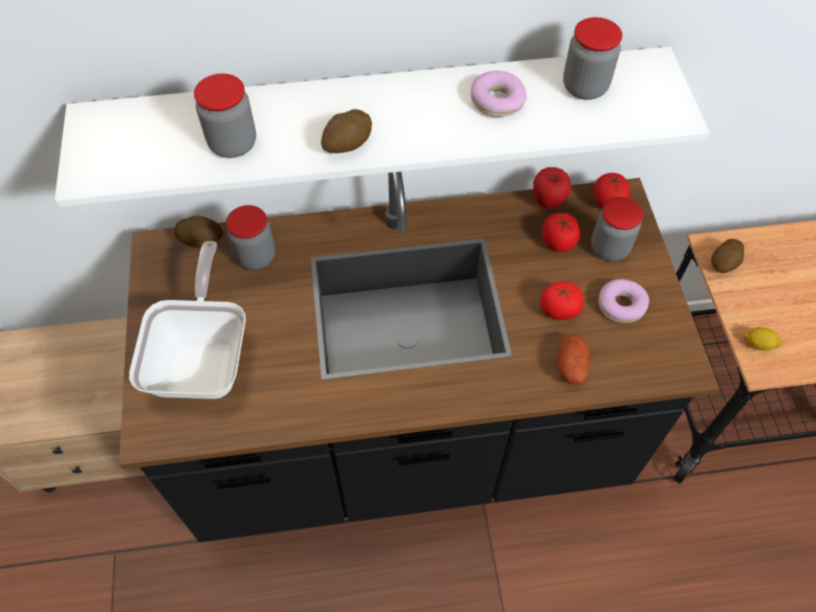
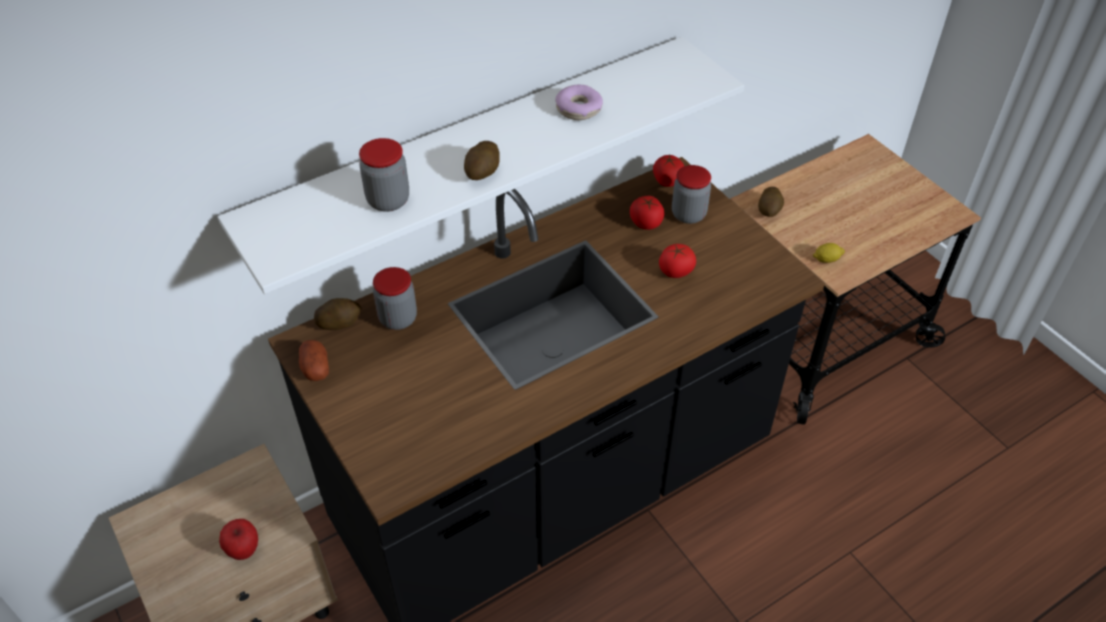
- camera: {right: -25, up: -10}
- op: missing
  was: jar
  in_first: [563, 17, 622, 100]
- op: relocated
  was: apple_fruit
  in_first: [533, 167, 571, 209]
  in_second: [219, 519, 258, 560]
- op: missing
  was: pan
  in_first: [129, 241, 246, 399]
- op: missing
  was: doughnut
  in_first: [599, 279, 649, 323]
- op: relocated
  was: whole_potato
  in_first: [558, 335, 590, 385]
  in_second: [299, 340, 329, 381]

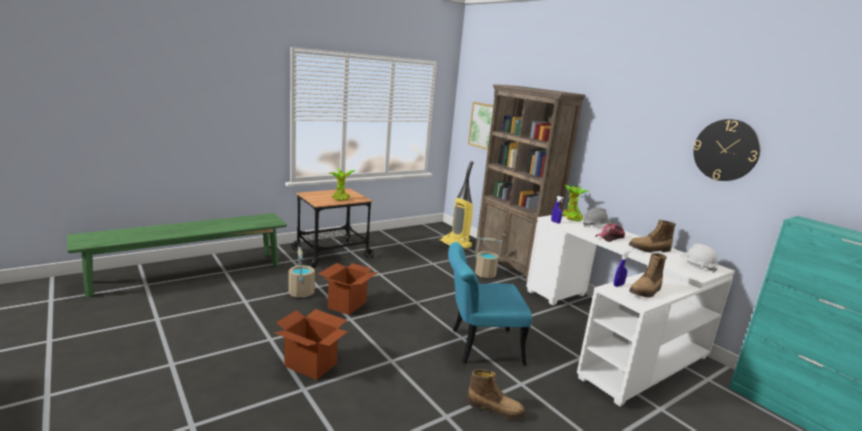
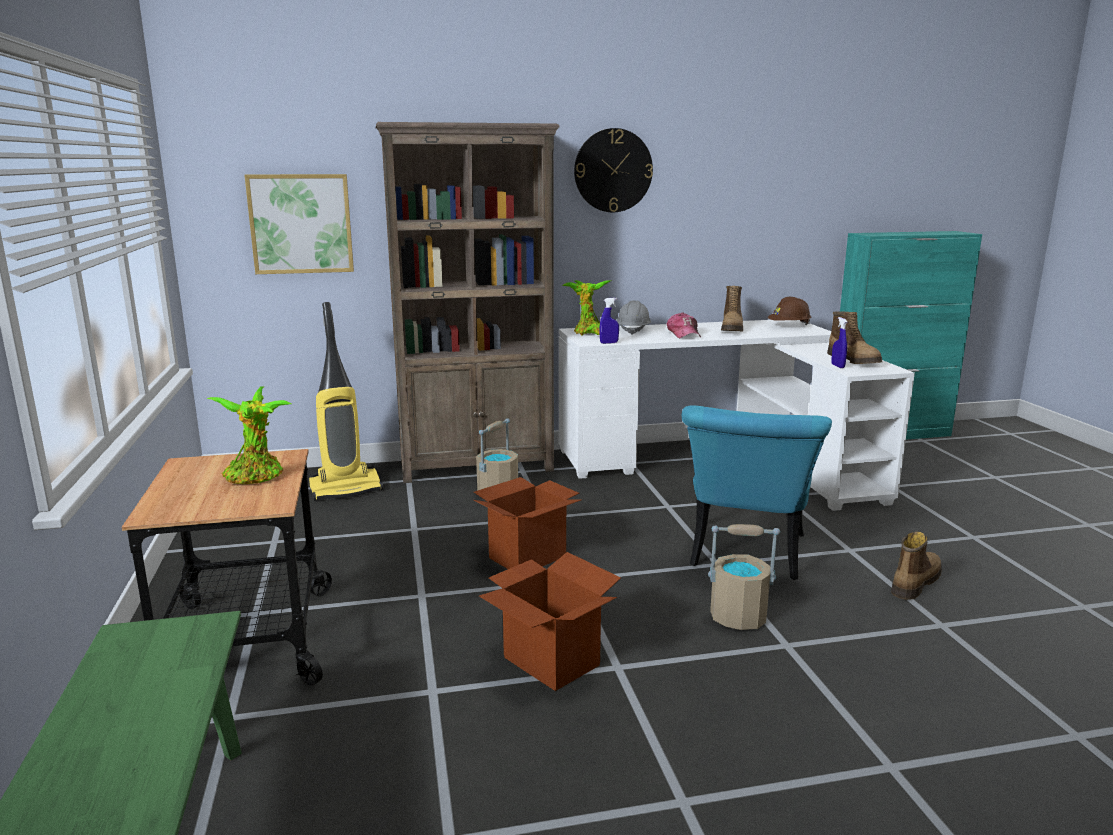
- camera: {right: -65, up: 0}
- op: relocated
  was: hanging_clock
  in_first: [693, 119, 761, 181]
  in_second: [574, 128, 653, 212]
- op: colour
  was: whitish_safety_helmet
  now: brown_safety_helmet
  in_first: [680, 244, 718, 273]
  in_second: [768, 297, 812, 325]
- op: relocated
  was: sand-coloured_bucket
  in_first: [289, 247, 315, 298]
  in_second: [708, 524, 780, 630]
- op: relocated
  was: carton
  in_first: [275, 309, 348, 380]
  in_second: [474, 477, 581, 569]

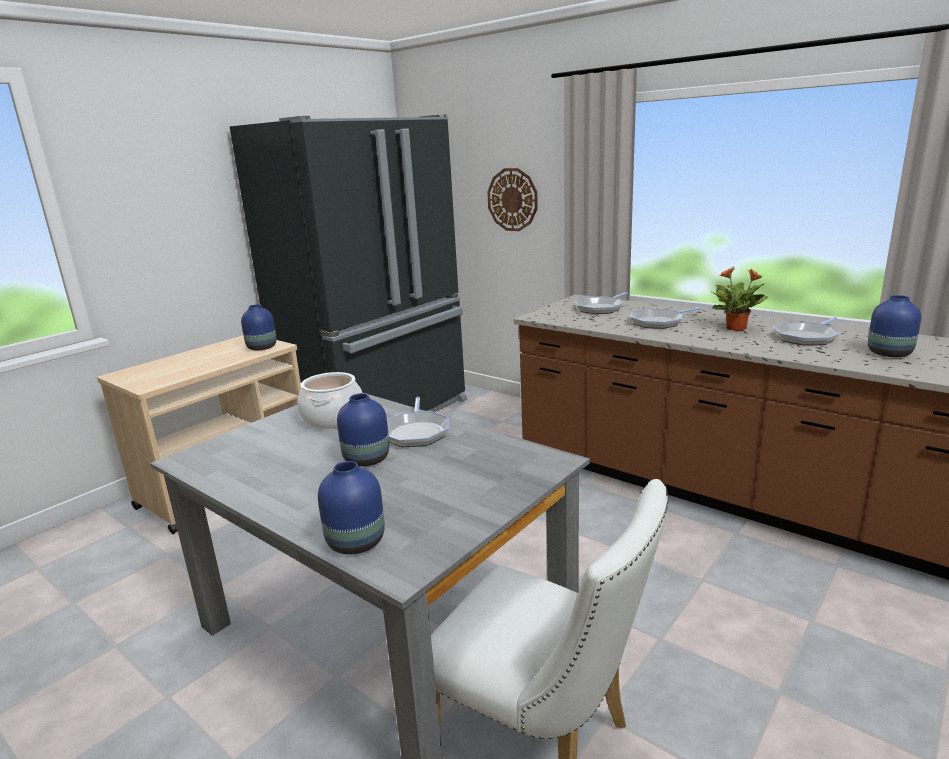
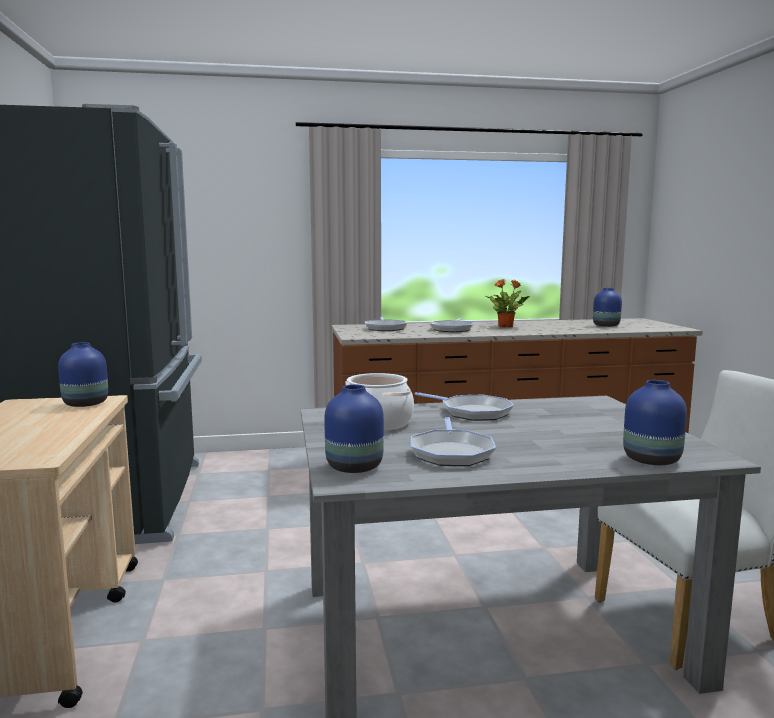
- camera: {right: -50, up: -10}
- op: missing
  was: hanging_clock
  in_first: [487, 168, 538, 231]
- op: relocated
  was: pan
  in_first: [773, 317, 841, 346]
  in_second: [411, 417, 496, 466]
- op: relocated
  was: blue_flower_vase
  in_first: [337, 393, 389, 467]
  in_second: [324, 384, 384, 473]

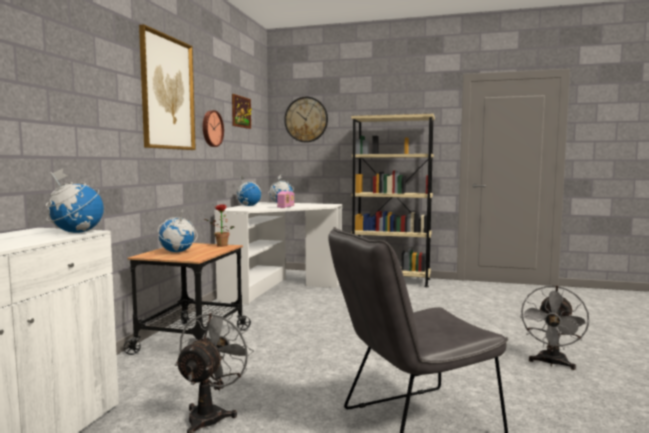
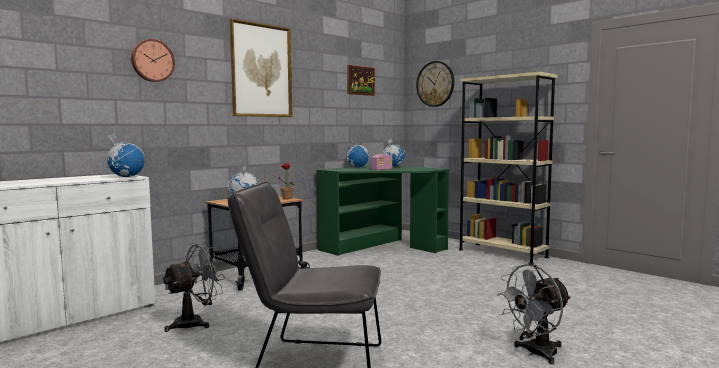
- camera: {right: 30, up: 0}
- op: relocated
  was: hanging_clock
  in_first: [203, 110, 224, 147]
  in_second: [131, 39, 175, 82]
- op: colour
  was: whitish_desk_unit
  now: greenish_desk_unit
  in_first: [215, 202, 342, 304]
  in_second: [317, 165, 449, 256]

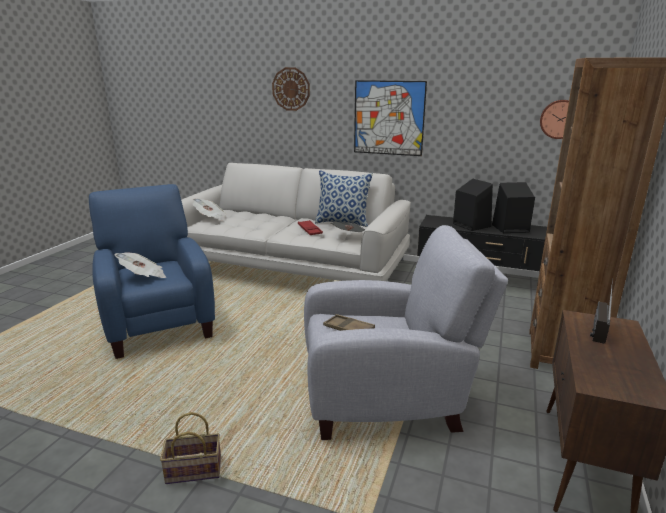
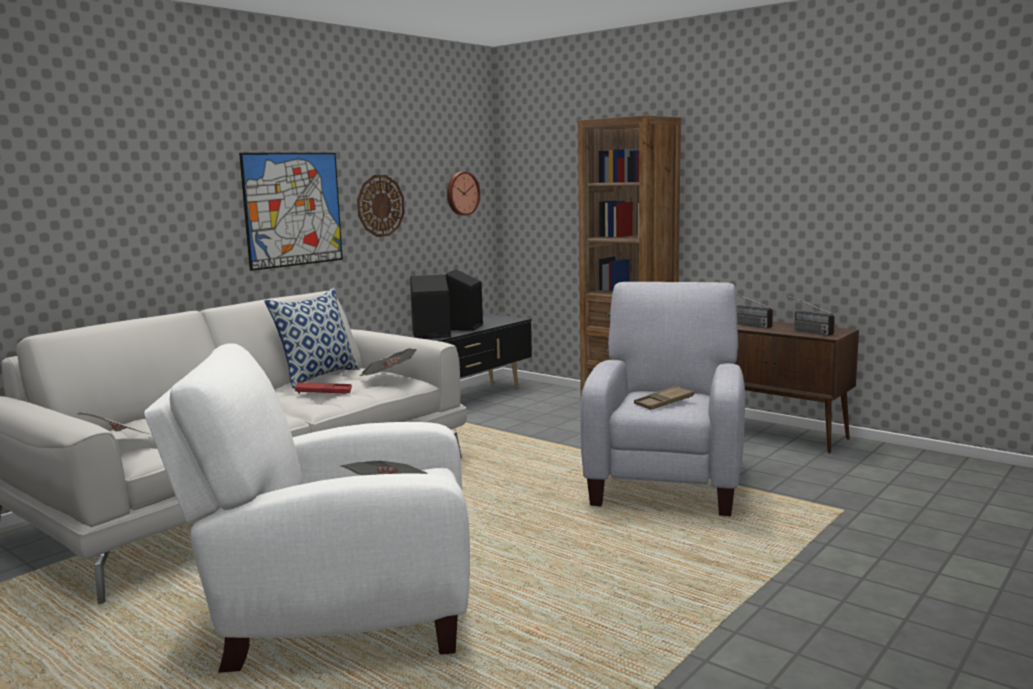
- camera: {right: -70, up: -10}
- op: relocated
  was: hanging_clock
  in_first: [272, 67, 310, 111]
  in_second: [357, 175, 405, 237]
- op: colour
  was: blue_armchair
  now: whitish_armchair
  in_first: [89, 184, 215, 359]
  in_second: [144, 343, 470, 673]
- op: missing
  was: storage_basket
  in_first: [160, 412, 221, 484]
- op: appeared
  now: radio_receiver
  in_second: [783, 293, 835, 336]

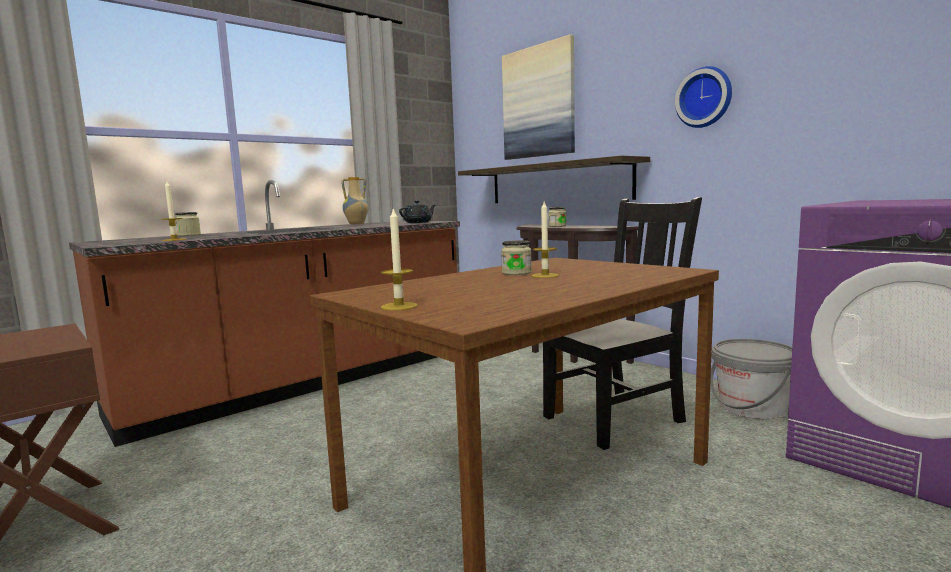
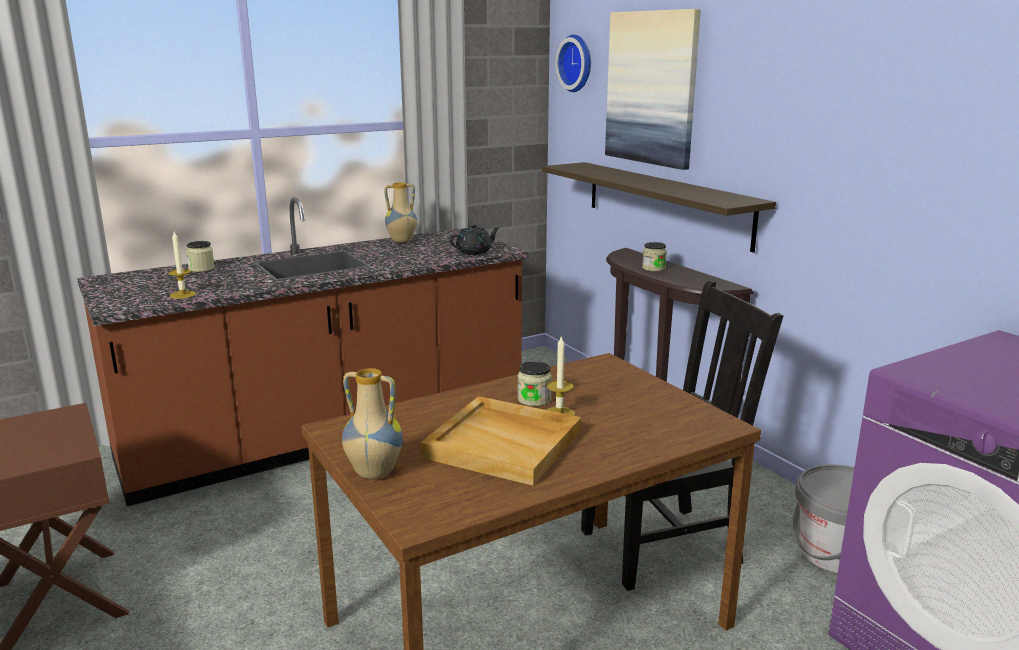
- camera: {right: 10, up: 10}
- op: relocated
  was: hanging_clock
  in_first: [675, 66, 732, 128]
  in_second: [555, 35, 591, 92]
- op: exchanged
  was: wax_light
  now: flower_vase
  in_first: [381, 208, 418, 311]
  in_second: [342, 368, 403, 479]
- op: appeared
  now: sand-coloured_carrying_tray
  in_second: [420, 396, 581, 486]

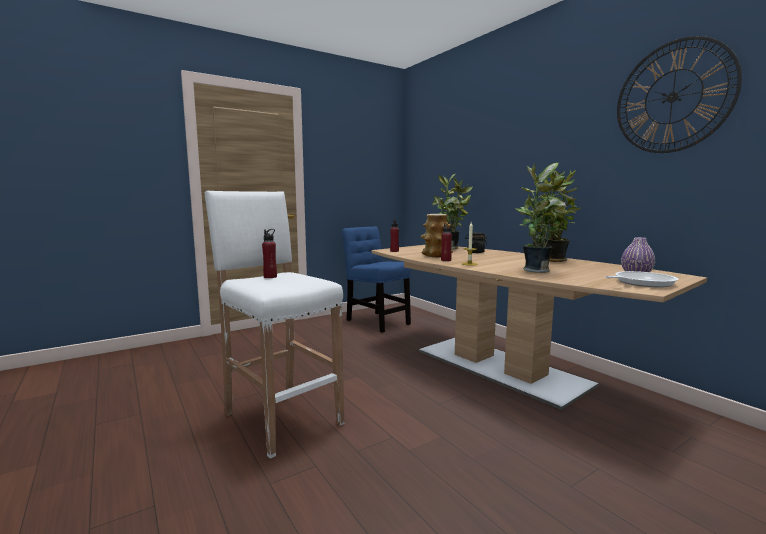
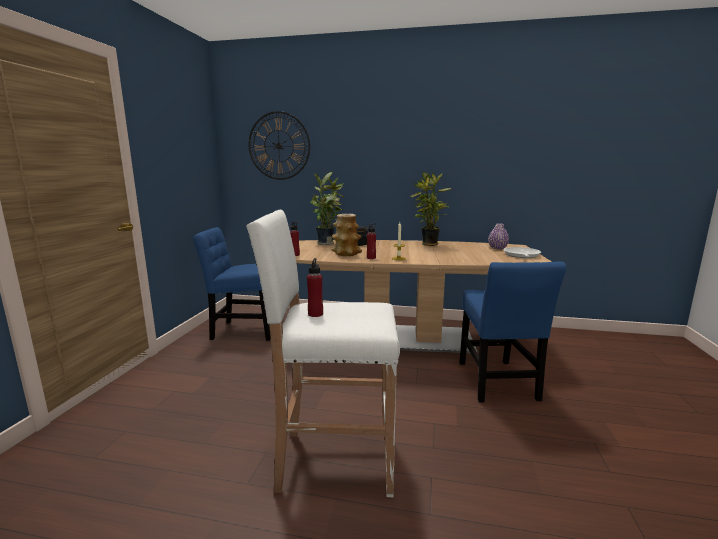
- camera: {right: -45, up: 5}
- op: relocated
  was: hanging_clock
  in_first: [617, 36, 742, 153]
  in_second: [248, 111, 310, 180]
- op: missing
  was: plant_in_a_pot
  in_first: [515, 163, 576, 273]
- op: appeared
  now: blue_chair
  in_second: [459, 262, 566, 402]

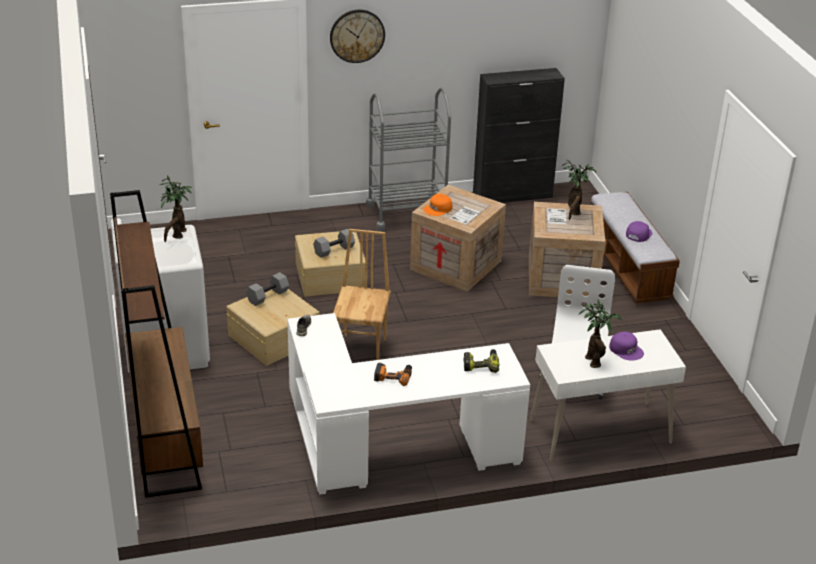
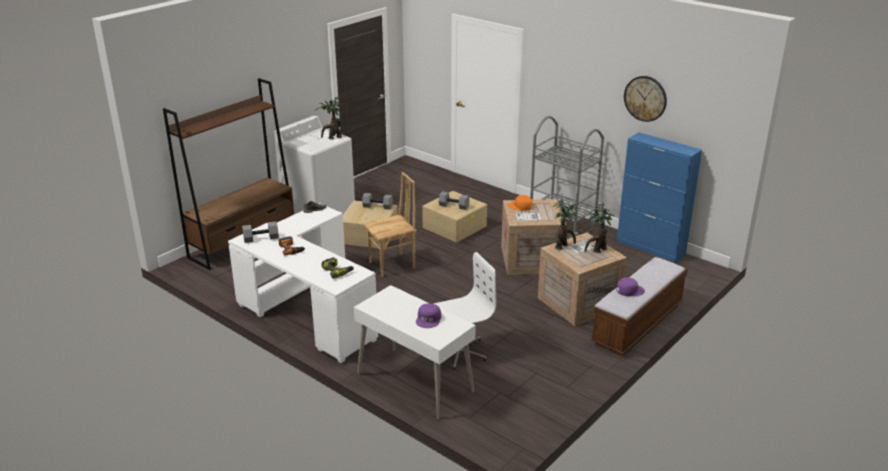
- camera: {right: 55, up: -5}
- op: relocated
  was: hanging_clock
  in_first: [330, 10, 385, 63]
  in_second: [624, 76, 667, 122]
- op: colour
  was: black_cupboard
  now: blue_cupboard
  in_first: [473, 68, 565, 203]
  in_second: [617, 132, 702, 263]
- op: relocated
  was: plant_in_a_pot
  in_first: [578, 300, 623, 368]
  in_second: [554, 199, 580, 250]
- op: appeared
  now: greyish_free_weight
  in_second: [242, 221, 279, 243]

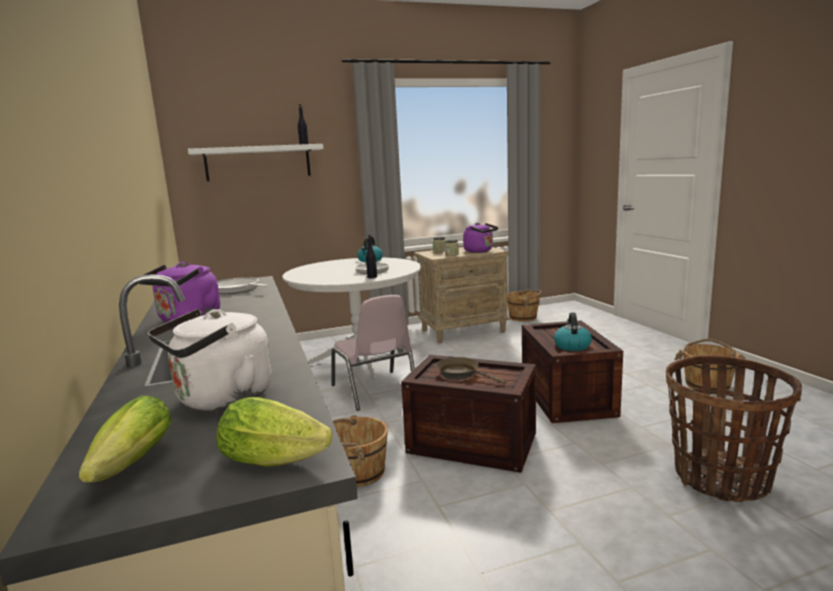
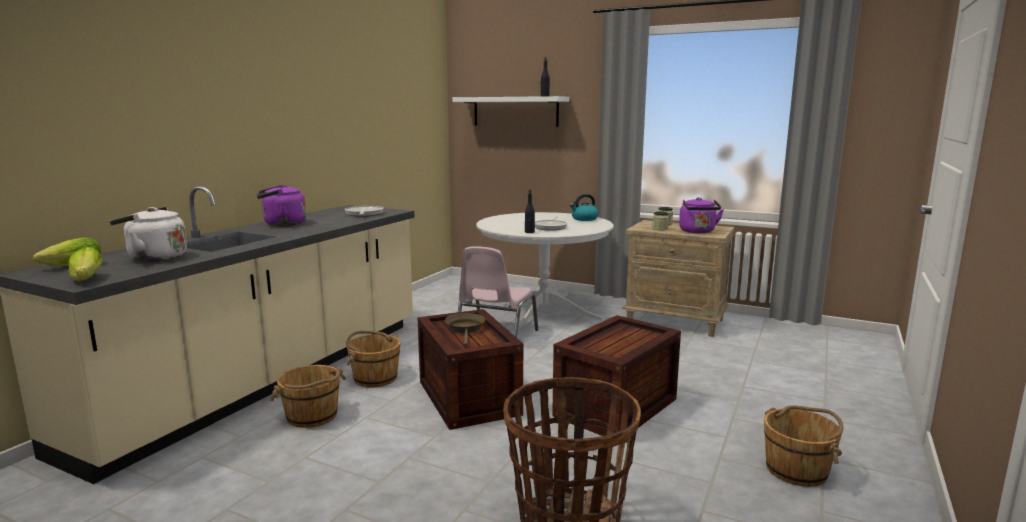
- camera: {right: 45, up: 0}
- op: relocated
  was: brown_bucket
  in_first: [507, 290, 542, 322]
  in_second: [270, 365, 346, 428]
- op: missing
  was: water_kettle
  in_first: [554, 312, 592, 351]

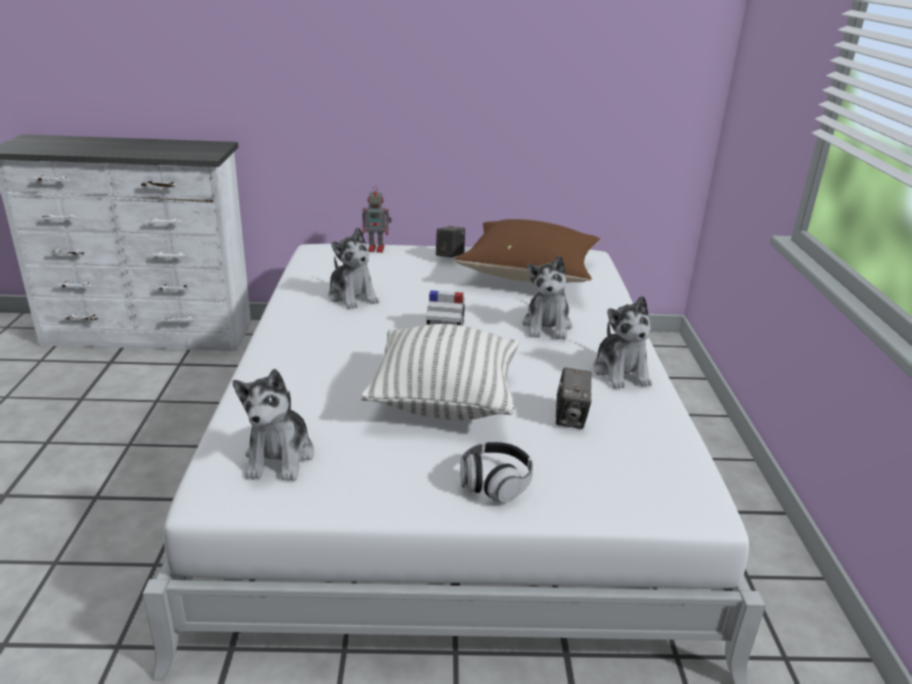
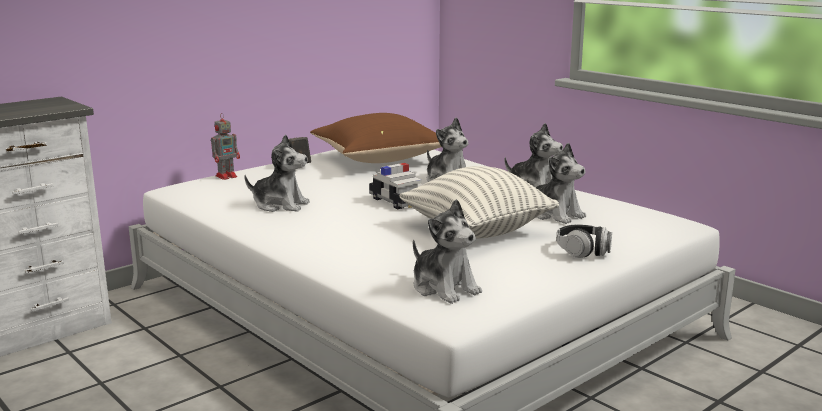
- camera: {right: -40, up: -10}
- op: exchanged
  was: photo_camera
  now: plush_toy
  in_first: [556, 368, 592, 429]
  in_second: [527, 143, 586, 224]

